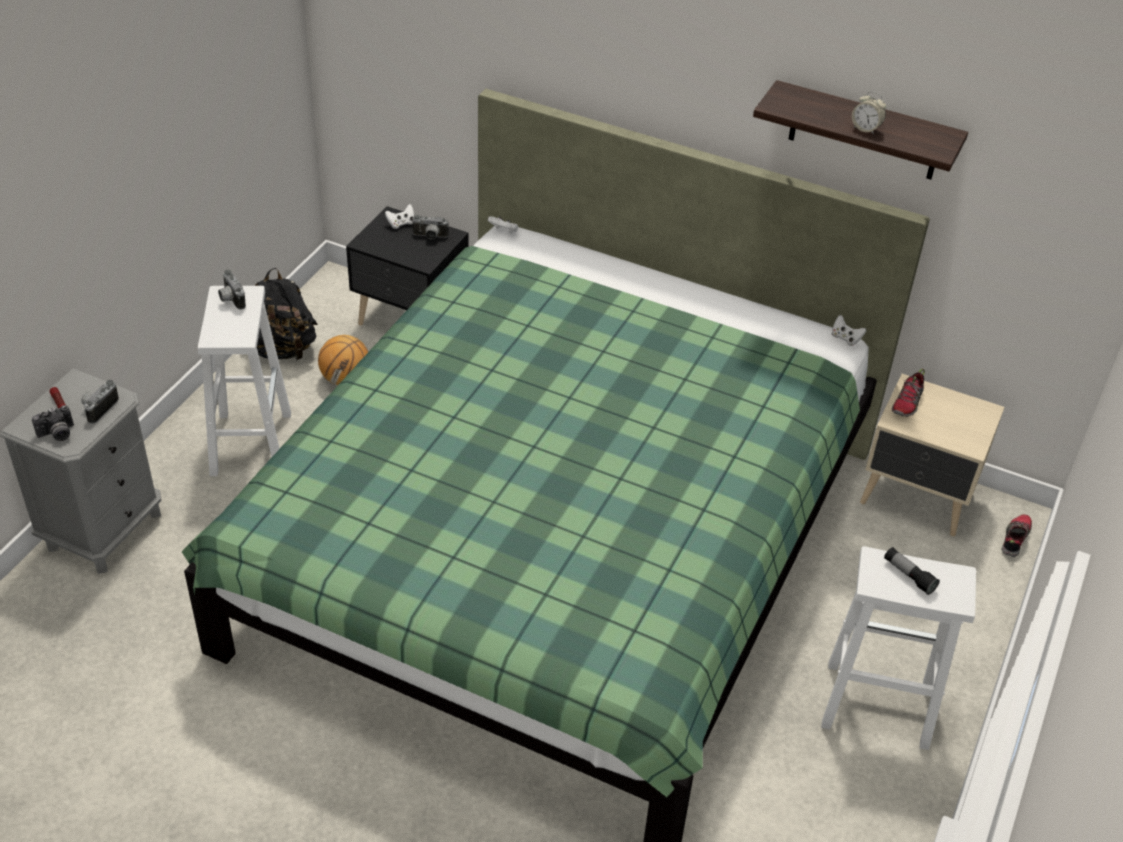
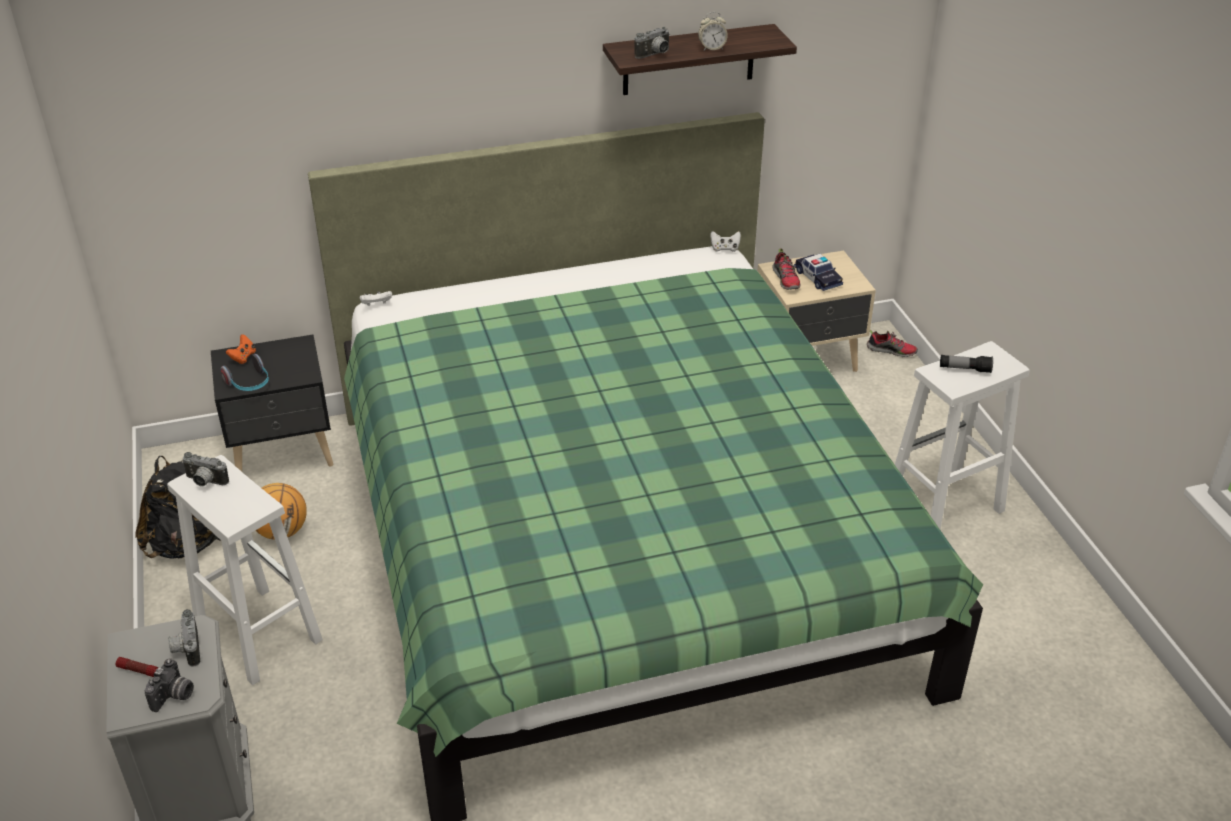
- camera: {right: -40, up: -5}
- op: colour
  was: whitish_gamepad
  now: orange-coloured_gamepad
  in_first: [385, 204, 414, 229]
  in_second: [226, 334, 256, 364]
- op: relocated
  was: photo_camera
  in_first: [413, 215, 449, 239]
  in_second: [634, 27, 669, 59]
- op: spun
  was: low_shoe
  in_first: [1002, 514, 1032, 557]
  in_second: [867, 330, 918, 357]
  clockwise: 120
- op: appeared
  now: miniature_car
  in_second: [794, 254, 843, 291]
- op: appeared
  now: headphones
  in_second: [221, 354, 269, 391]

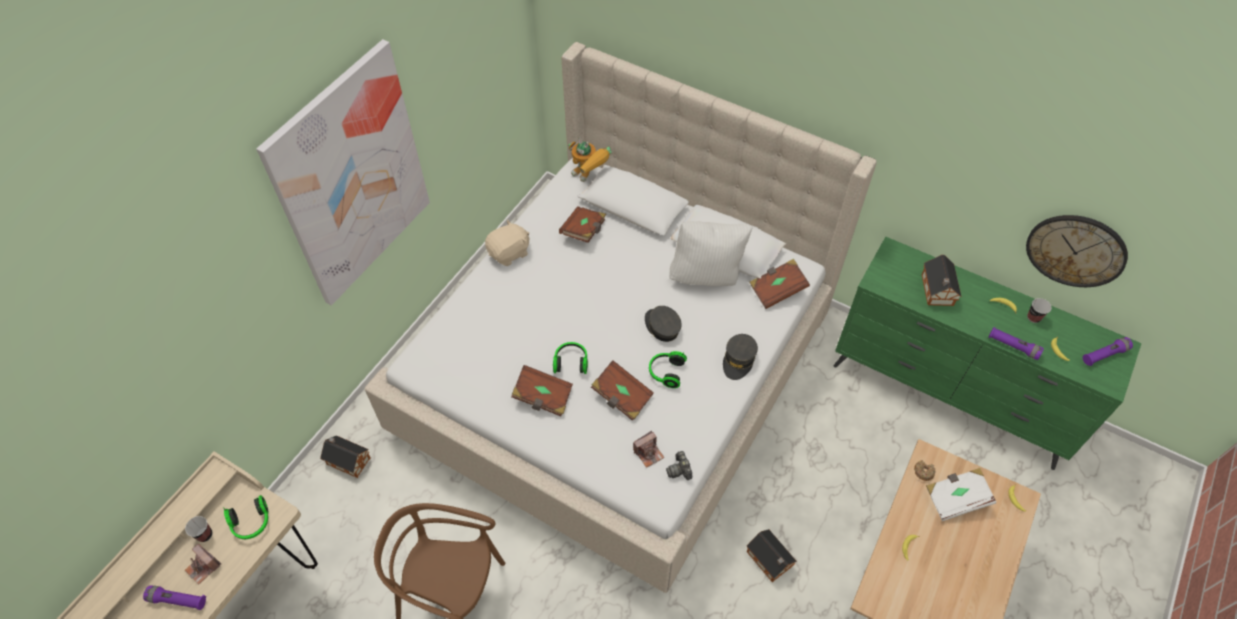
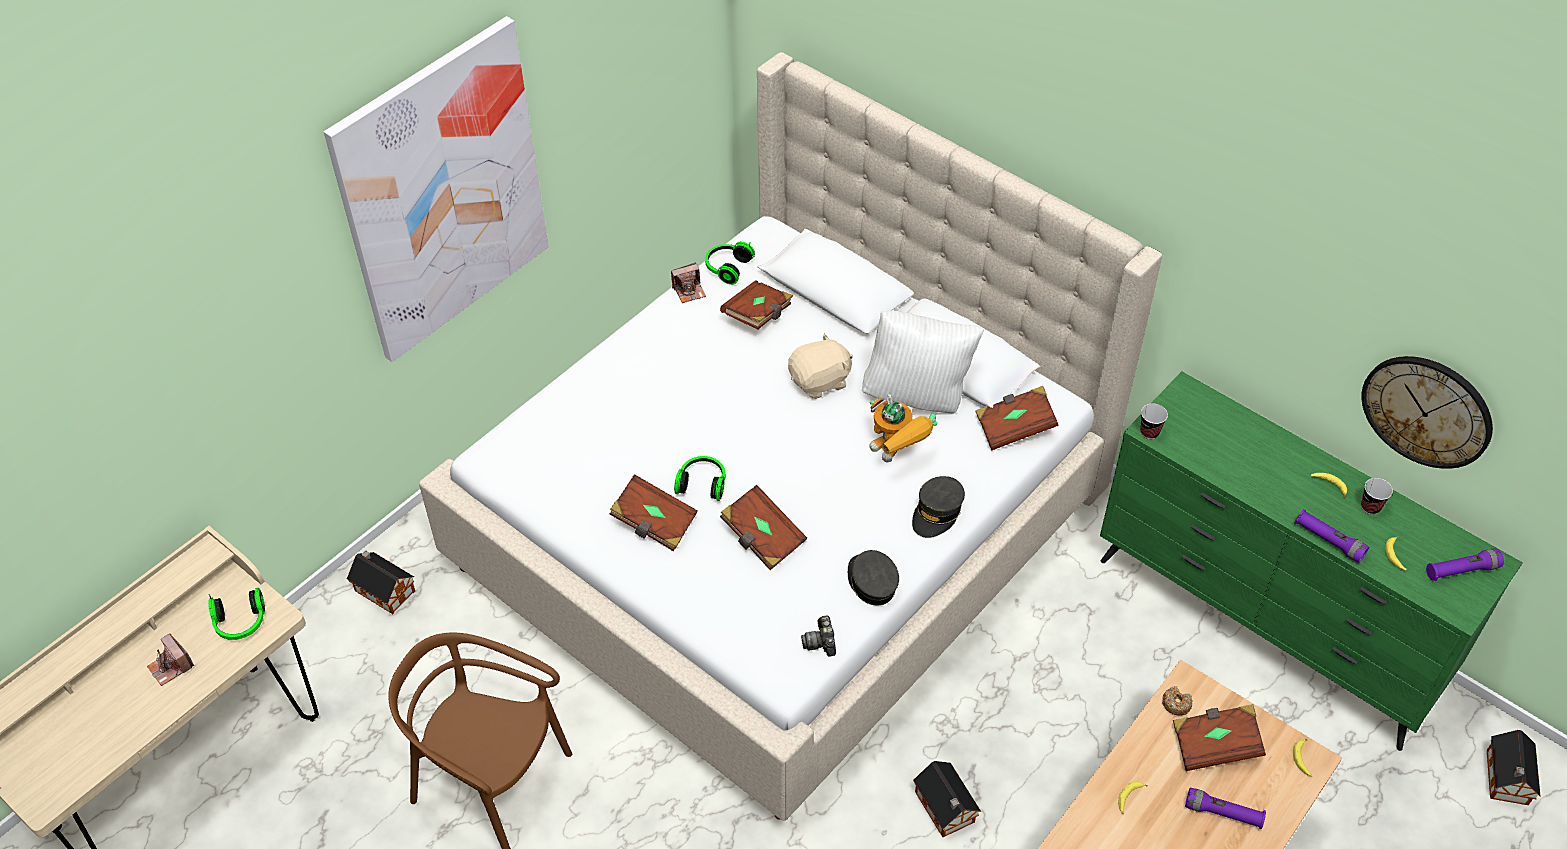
- camera: {right: 10, up: -5}
- op: relocated
  was: robot_figure
  in_first: [568, 137, 612, 182]
  in_second: [869, 394, 937, 463]
- op: relocated
  was: sand-coloured_plush_toy
  in_first: [485, 220, 529, 266]
  in_second: [788, 333, 853, 399]
- op: relocated
  was: toy_house
  in_first: [922, 255, 961, 306]
  in_second: [1487, 730, 1540, 805]
- op: relocated
  was: greyish_peaked_cap
  in_first: [645, 306, 682, 342]
  in_second: [848, 550, 899, 606]
- op: relocated
  was: headphones
  in_first: [649, 351, 687, 388]
  in_second: [705, 242, 755, 285]
- op: relocated
  was: photo_camera
  in_first: [633, 431, 664, 468]
  in_second: [671, 262, 706, 303]
- op: colour
  was: whitish_volume
  now: brown_volume
  in_first: [926, 468, 996, 521]
  in_second: [1173, 704, 1266, 771]
- op: relocated
  was: drinking_cup
  in_first: [185, 516, 212, 542]
  in_second: [1140, 404, 1168, 439]
- op: relocated
  was: purple_torch
  in_first: [143, 586, 206, 610]
  in_second: [1185, 788, 1266, 829]

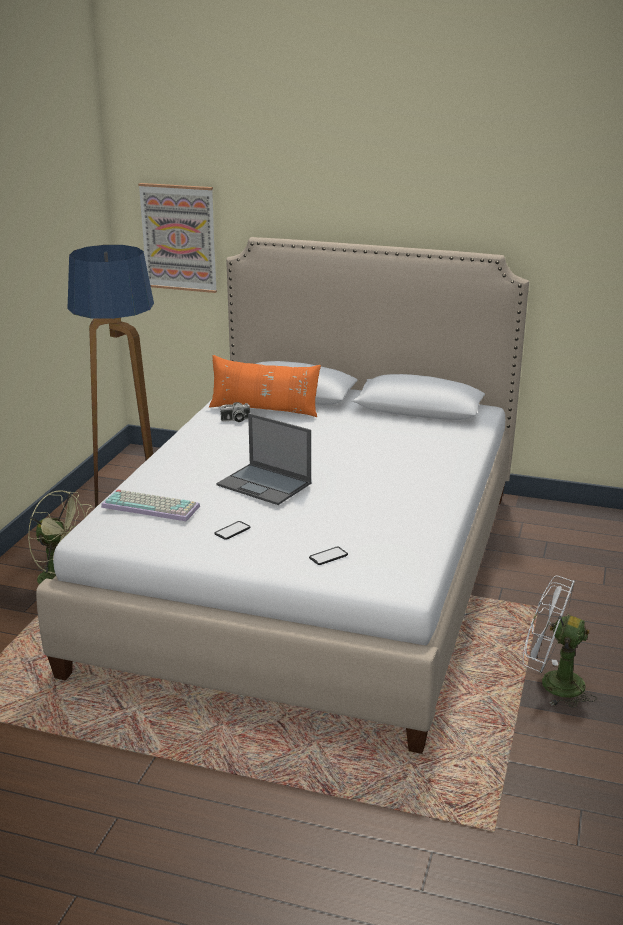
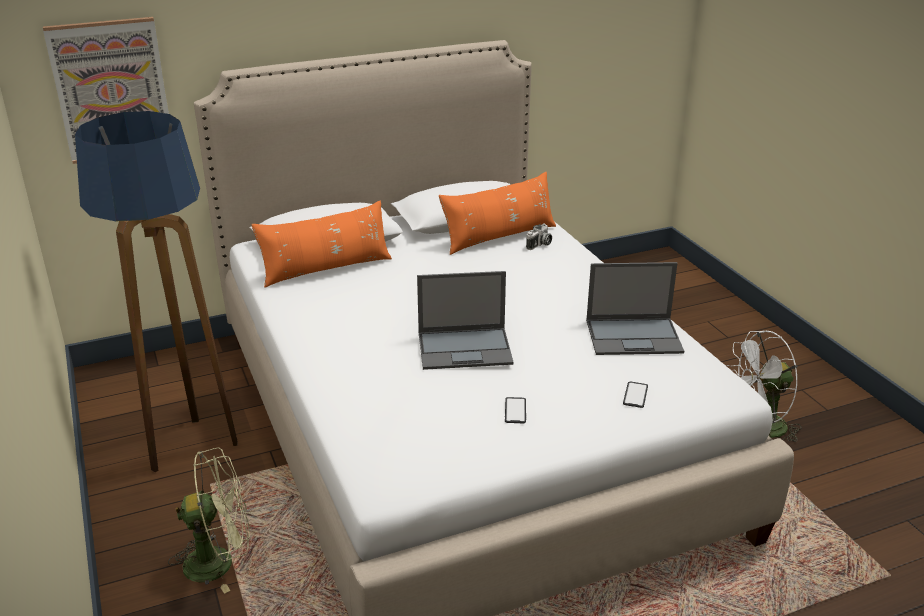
- camera: {right: -40, up: 5}
- op: relocated
  was: photo_camera
  in_first: [220, 402, 250, 422]
  in_second: [526, 223, 552, 250]
- op: missing
  was: computer_keyboard
  in_first: [101, 489, 200, 521]
- op: appeared
  now: orange-coloured_cushion
  in_second: [439, 172, 556, 255]
- op: appeared
  now: notebook_computer
  in_second: [586, 262, 684, 355]

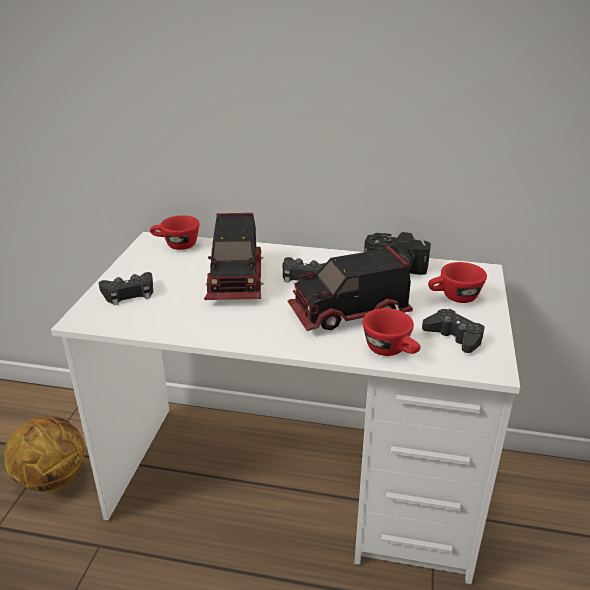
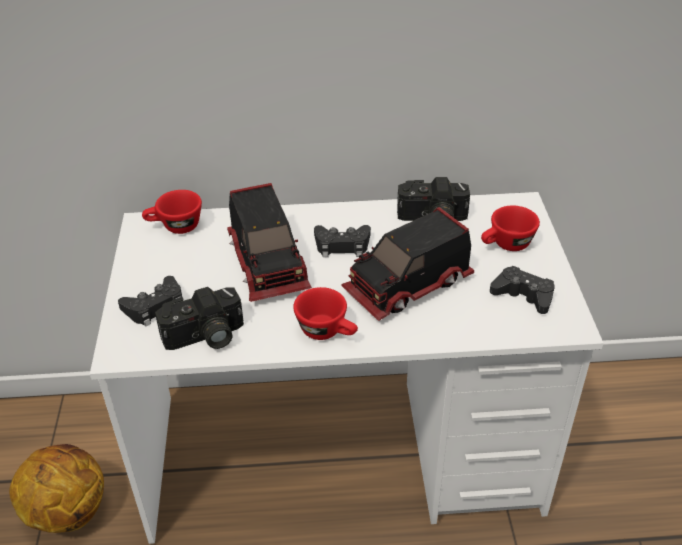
- camera: {right: -15, up: 10}
- op: relocated
  was: reddish_drinking_cup
  in_first: [363, 308, 421, 356]
  in_second: [293, 287, 358, 340]
- op: appeared
  now: photo_camera
  in_second: [155, 287, 244, 350]

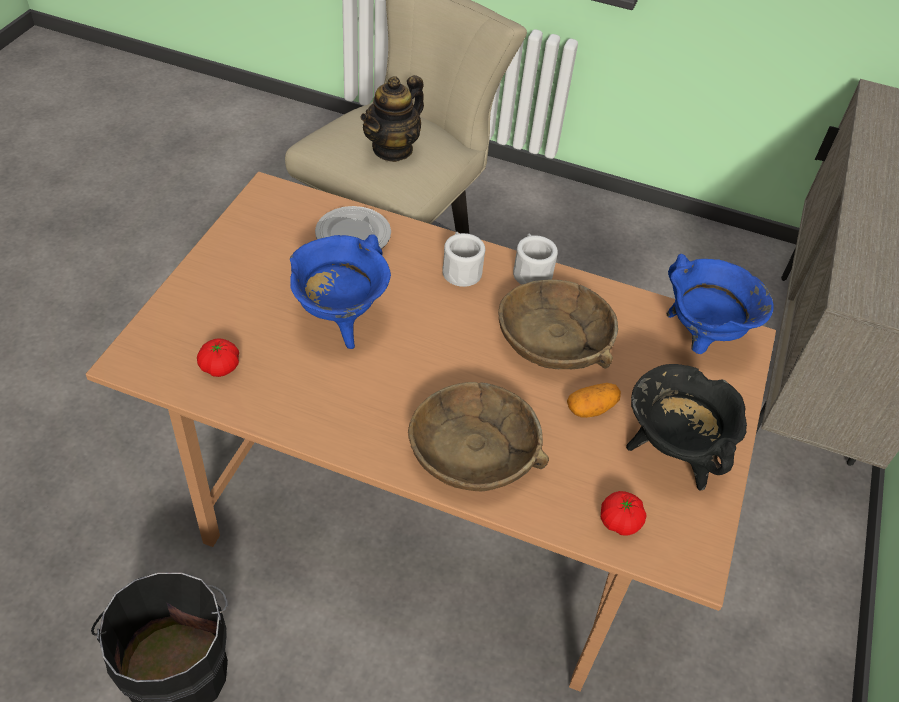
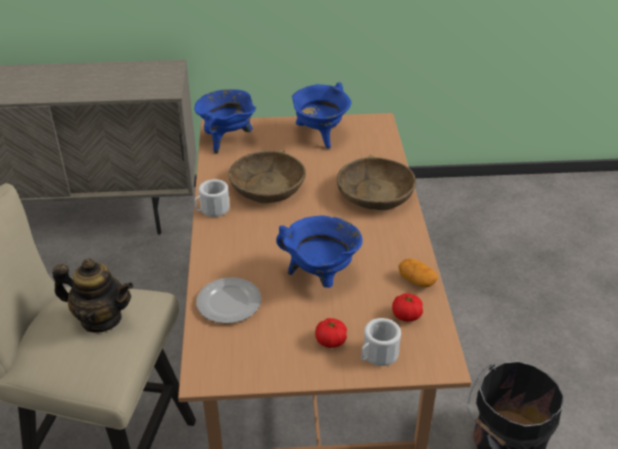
- camera: {right: -110, up: -10}
- op: relocated
  was: whitish_mug
  in_first: [442, 232, 485, 287]
  in_second: [361, 318, 401, 366]
- op: colour
  was: black_saucepot
  now: blue_saucepot
  in_first: [626, 364, 747, 491]
  in_second: [292, 82, 352, 149]
- op: relocated
  was: whole_potato
  in_first: [567, 383, 621, 418]
  in_second: [398, 259, 438, 287]
- op: relocated
  was: fresh_tomato
  in_first: [601, 491, 646, 536]
  in_second: [315, 318, 347, 348]

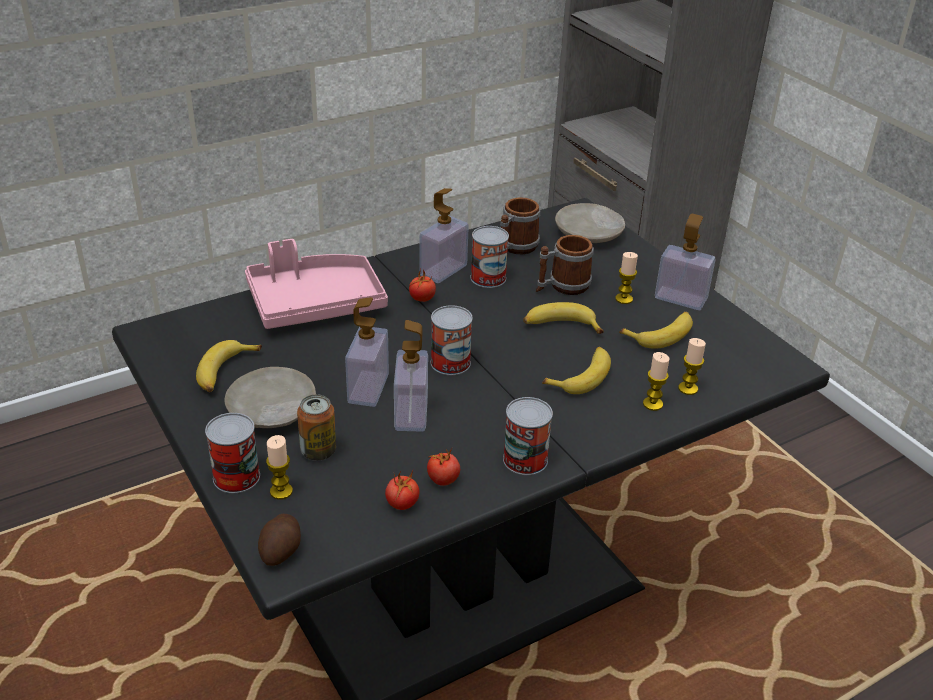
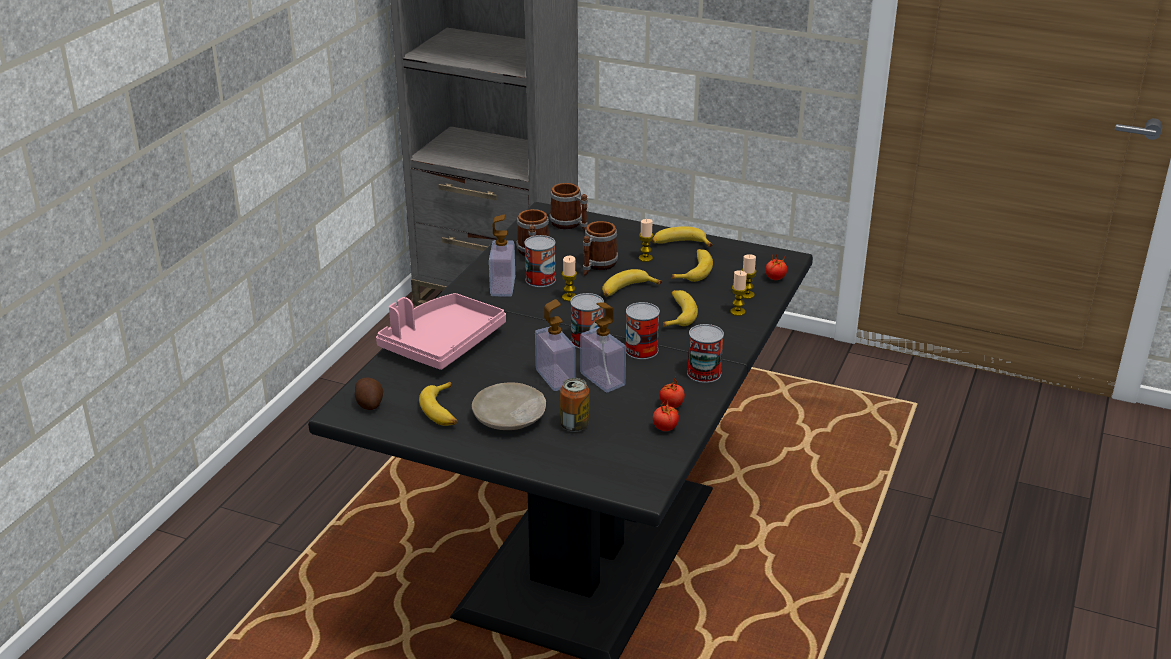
- camera: {right: -35, up: -5}
- op: exchanged
  was: sand-coloured_dinner_plate
  now: mug
  in_first: [555, 203, 625, 243]
  in_second: [549, 183, 588, 231]
- op: exchanged
  was: soap_dispenser
  now: banana
  in_first: [655, 214, 715, 310]
  in_second: [652, 226, 713, 247]
- op: relocated
  was: fresh_tomato
  in_first: [409, 268, 436, 302]
  in_second: [765, 254, 787, 280]
- op: relocated
  was: can
  in_first: [205, 413, 260, 493]
  in_second: [626, 302, 660, 359]
- op: relocated
  was: wax_light
  in_first: [266, 435, 293, 500]
  in_second: [562, 256, 577, 301]
- op: relocated
  was: whole_potato
  in_first: [258, 514, 301, 566]
  in_second: [355, 377, 383, 410]

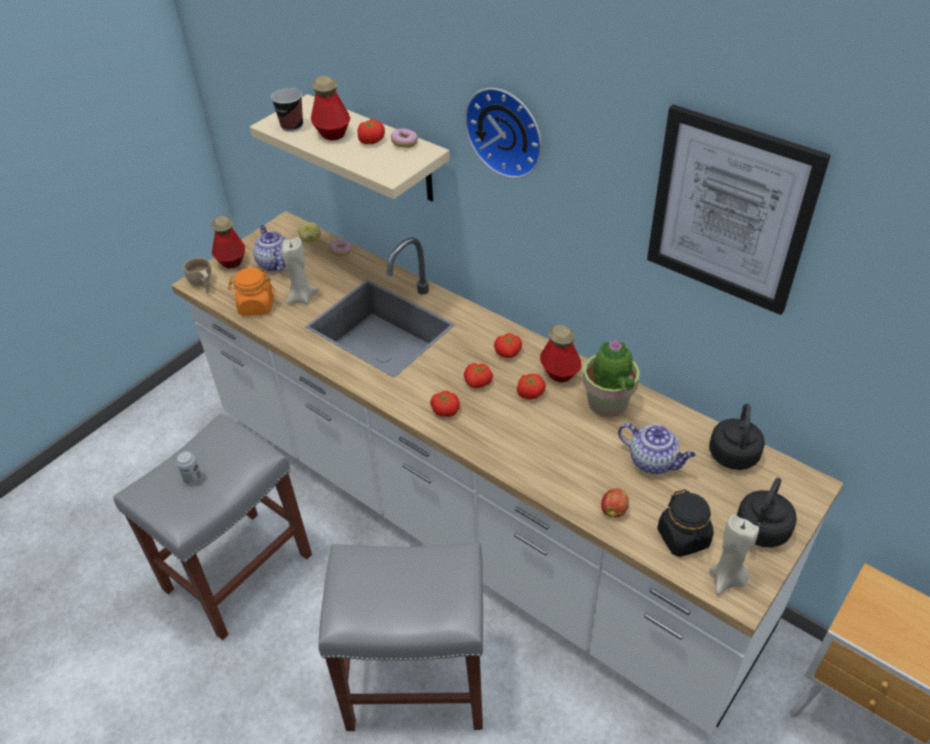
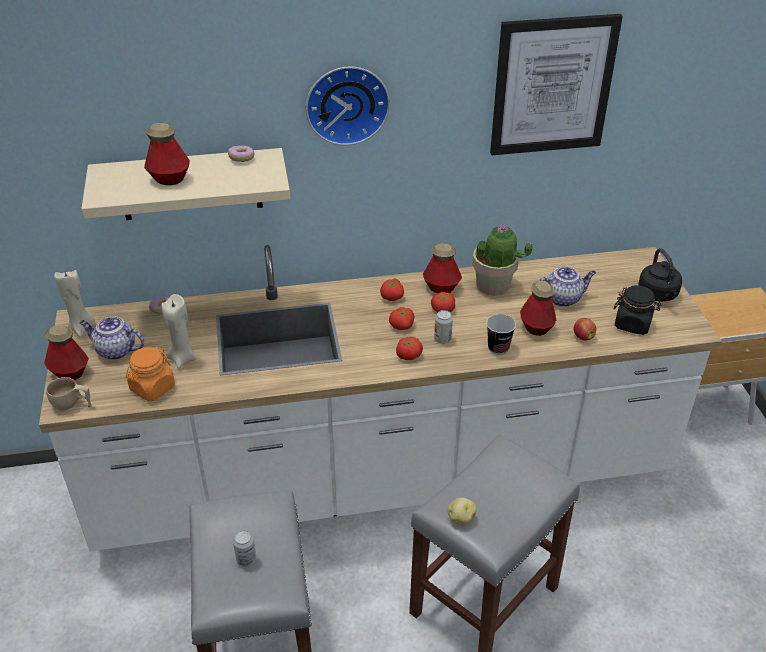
- camera: {right: -50, up: -5}
- op: relocated
  was: drinking_cup
  in_first: [271, 88, 303, 132]
  in_second: [486, 314, 516, 355]
- op: missing
  was: fresh_tomato
  in_first: [357, 119, 385, 144]
- op: relocated
  was: whole_potato
  in_first: [298, 222, 321, 243]
  in_second: [447, 497, 477, 525]
- op: missing
  was: black_water_kettle
  in_first: [709, 404, 765, 470]
- op: relocated
  was: sand-coloured_wax_light
  in_first: [709, 515, 759, 595]
  in_second: [54, 270, 95, 338]
- op: appeared
  now: drink_bottle
  in_second: [520, 281, 556, 336]
- op: appeared
  now: can
  in_second: [434, 310, 453, 344]

